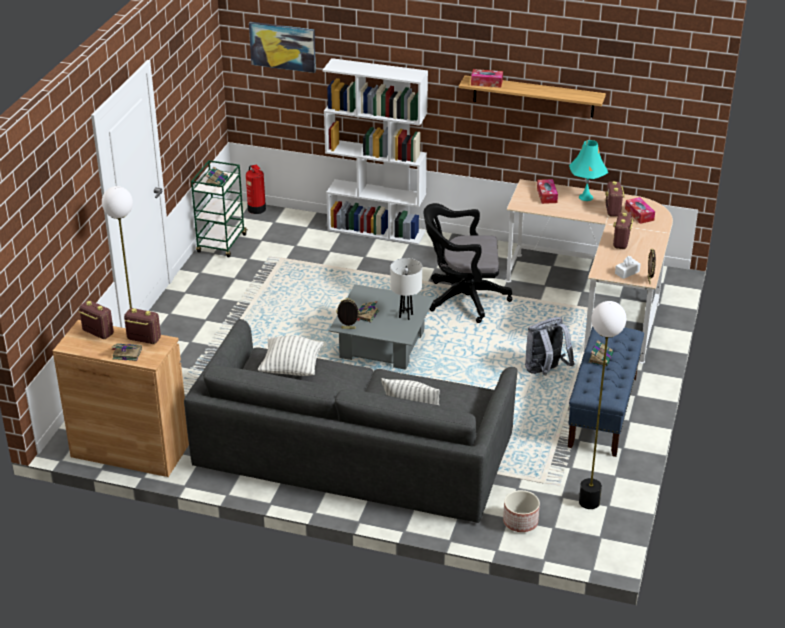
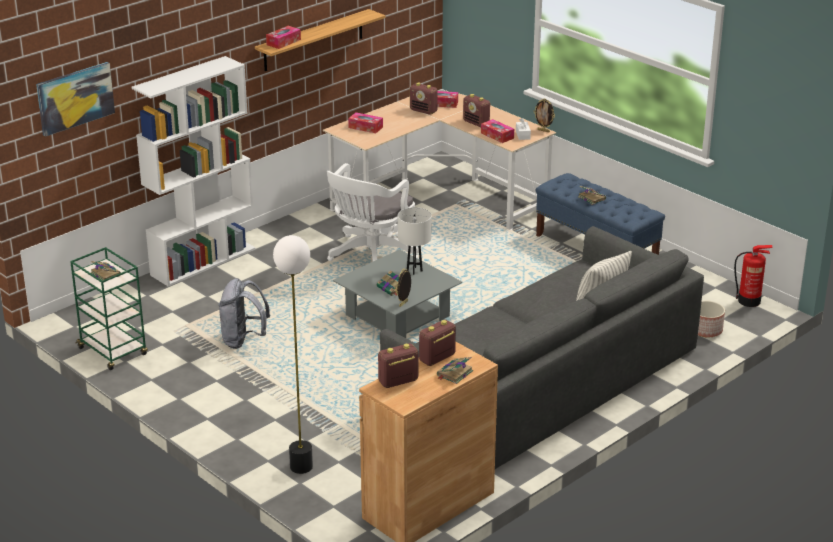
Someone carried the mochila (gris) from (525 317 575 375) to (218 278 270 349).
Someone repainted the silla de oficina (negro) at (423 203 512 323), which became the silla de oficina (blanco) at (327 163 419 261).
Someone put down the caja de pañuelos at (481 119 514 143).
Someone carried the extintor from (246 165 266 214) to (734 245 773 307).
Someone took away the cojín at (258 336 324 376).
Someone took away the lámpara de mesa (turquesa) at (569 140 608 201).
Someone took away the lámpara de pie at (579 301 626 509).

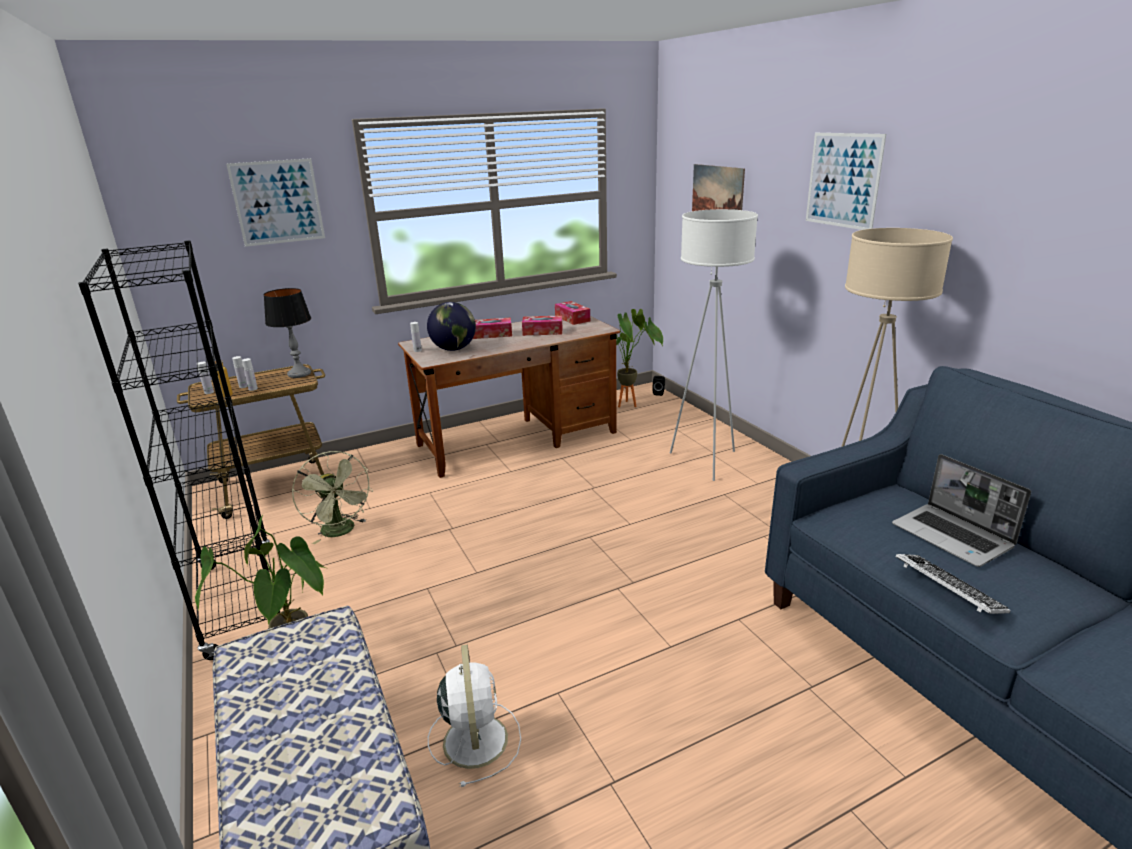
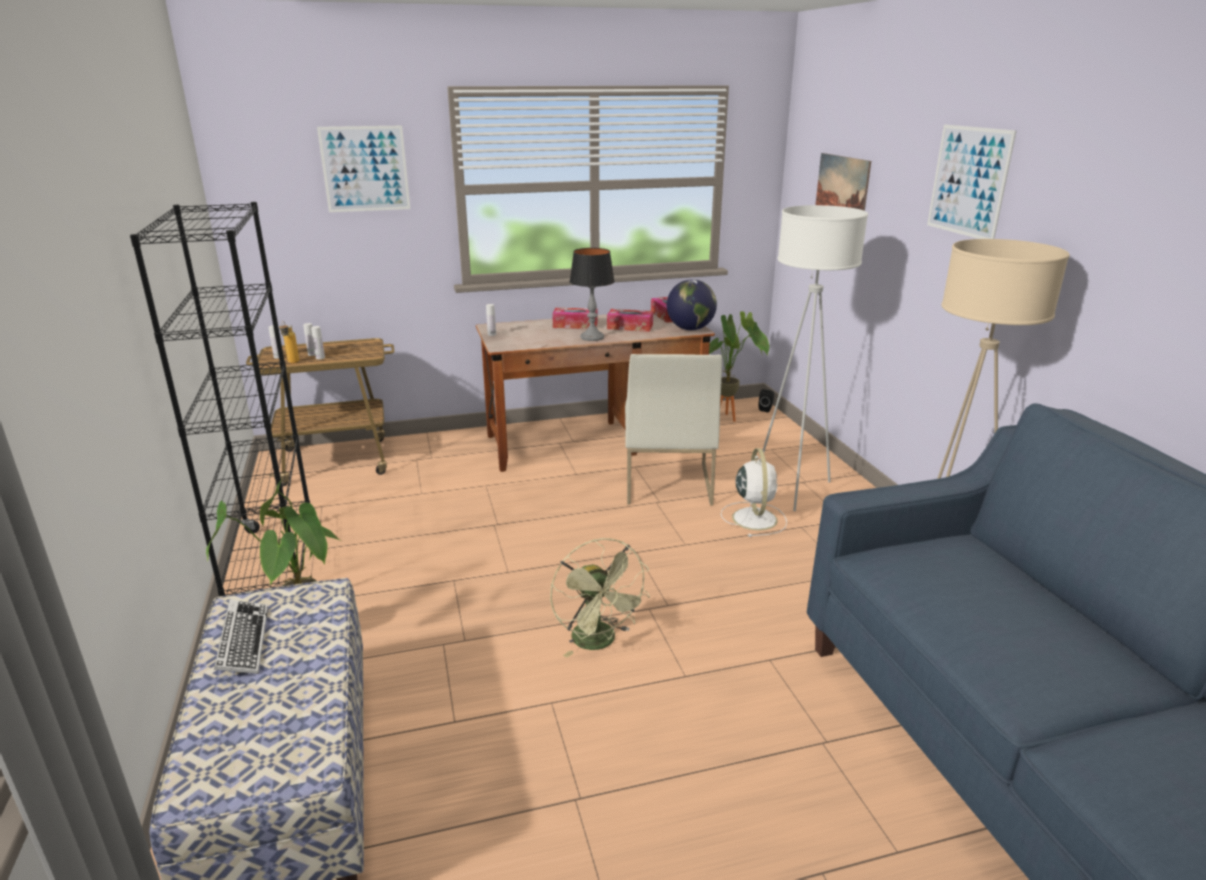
Someone carried the teclado from (895 554 1011 614) to (214 599 268 674).
Someone carried the ventilador (verde) from (292 451 373 545) to (550 538 650 658).
Someone carried the lámpara de mesa from (263 288 311 378) to (570 248 615 341).
Someone put down the silla (blanco) at (625 354 722 506).
Someone carried the globo terráqueo from (427 302 476 351) to (667 279 717 330).
Someone carried the ventilador (blanco) from (428 644 521 787) to (721 448 787 537).
Someone took away the portátil at (892 454 1031 567).

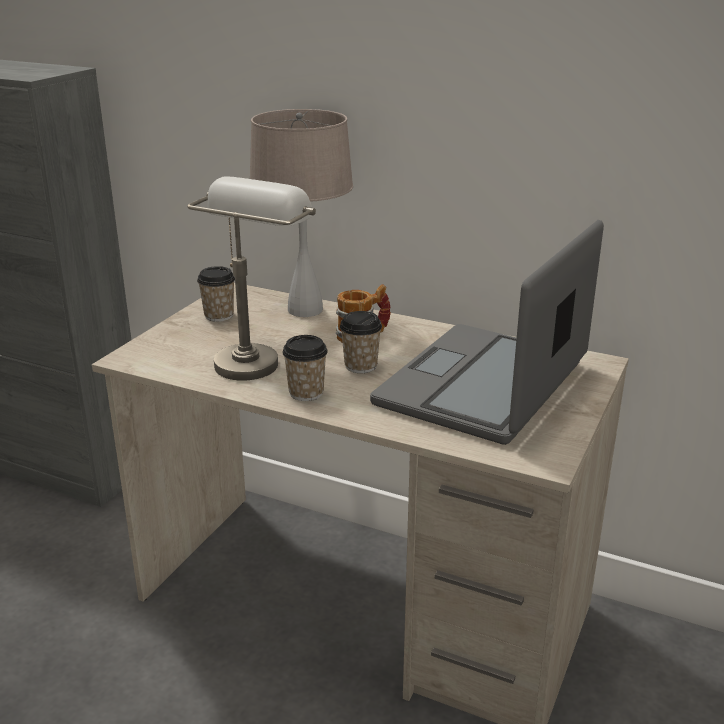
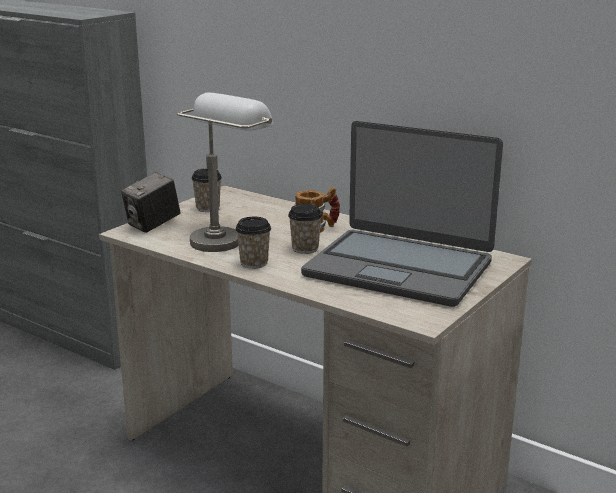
Someone put down the cámara at (121 172 180 233).
Someone rotated the portátil at (370 220 604 445) by 105 degrees counterclockwise.
Someone took away the lámpara de mesa (beis) at (250 109 353 317).

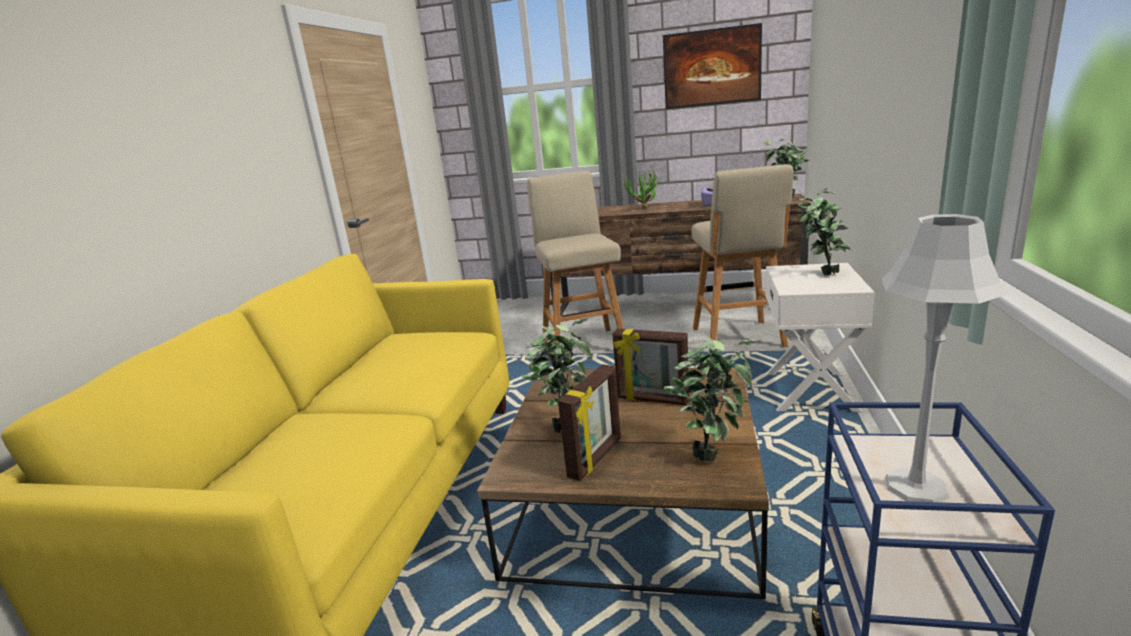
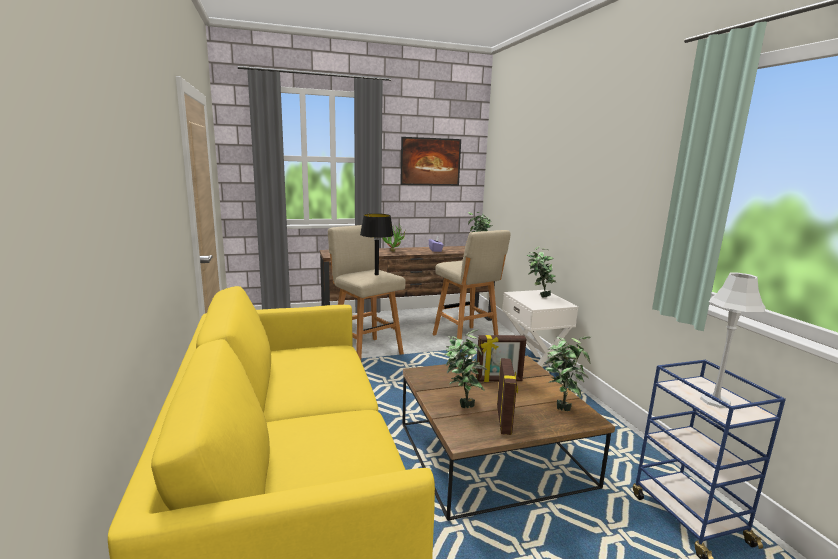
Someone put down the lámpara de mesa (negro) at (360 214 394 275).

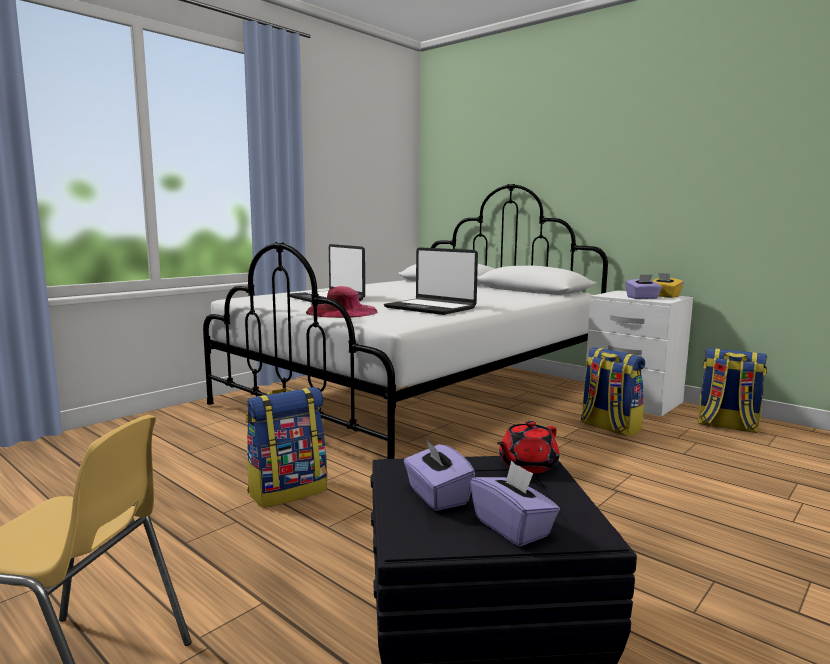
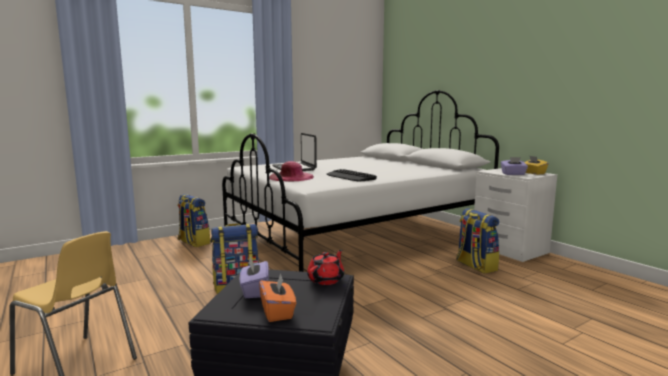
Someone carried the mochila from (698 348 767 433) to (177 194 210 247).
Someone repainted the caja de pañuelos (morado) at (470 461 560 546), which became the caja de pañuelos (naranja) at (259 273 296 322).
Someone rotated the tetera (rojo) at (497 420 559 473) by 150 degrees clockwise.
Someone swapped the portátil at (384 247 478 315) for the teclado at (327 169 377 182).

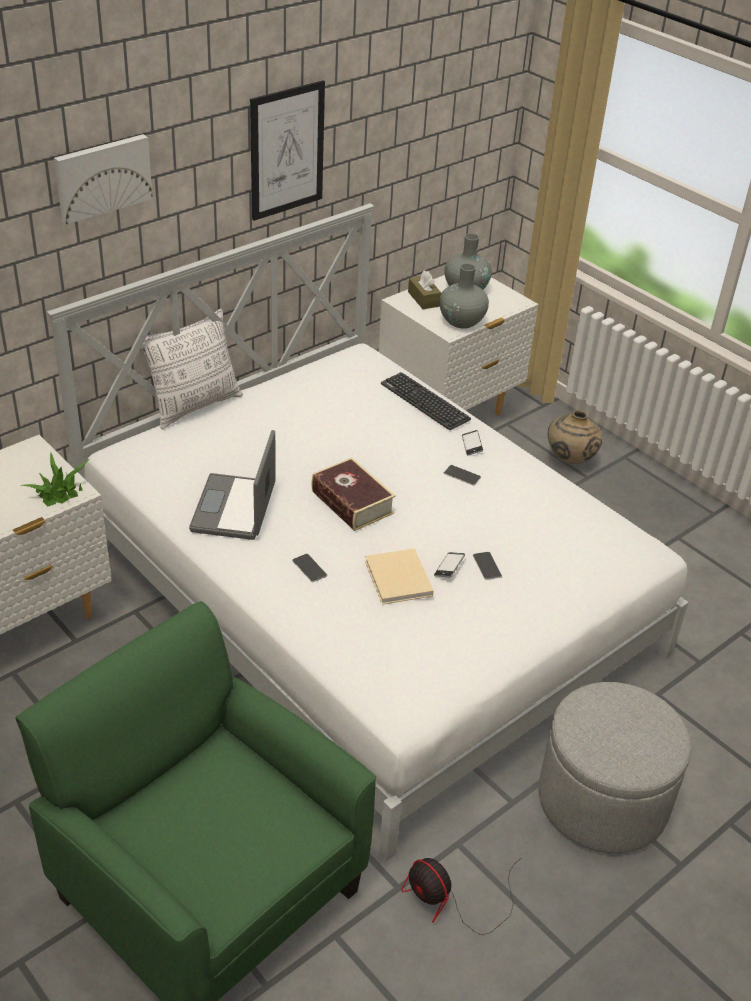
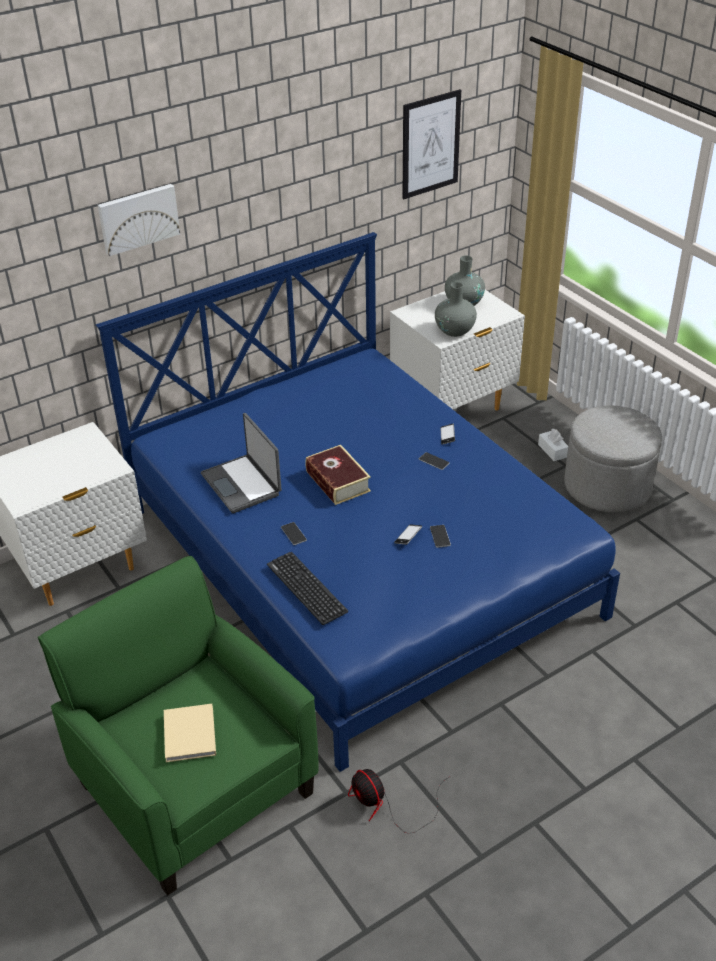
Someone repainted the cama (blanco) at (47 203 689 861), which became the cama (azul) at (96 232 620 772).
Someone carried the libro (beis) from (365 548 434 605) to (164 704 216 762).
Someone rotated the portátil at (189 430 276 540) by 45 degrees counterclockwise.
Someone carried the teclado from (381 372 471 430) to (267 552 348 625).
Someone carried the cuadro from (250 80 325 221) to (403 89 461 199).
Someone swapped the florero (beis) at (548 410 602 464) for the caja de pañuelos (blanco) at (538 429 568 461).
Someone carried the puf (gris) from (538 682 691 854) to (564 405 662 513).
Someone took away the planta en maceta at (21 453 90 507).
Someone took away the cojín at (141 309 243 429).
Someone took away the caja de pañuelos (marrón) at (408 271 441 309).

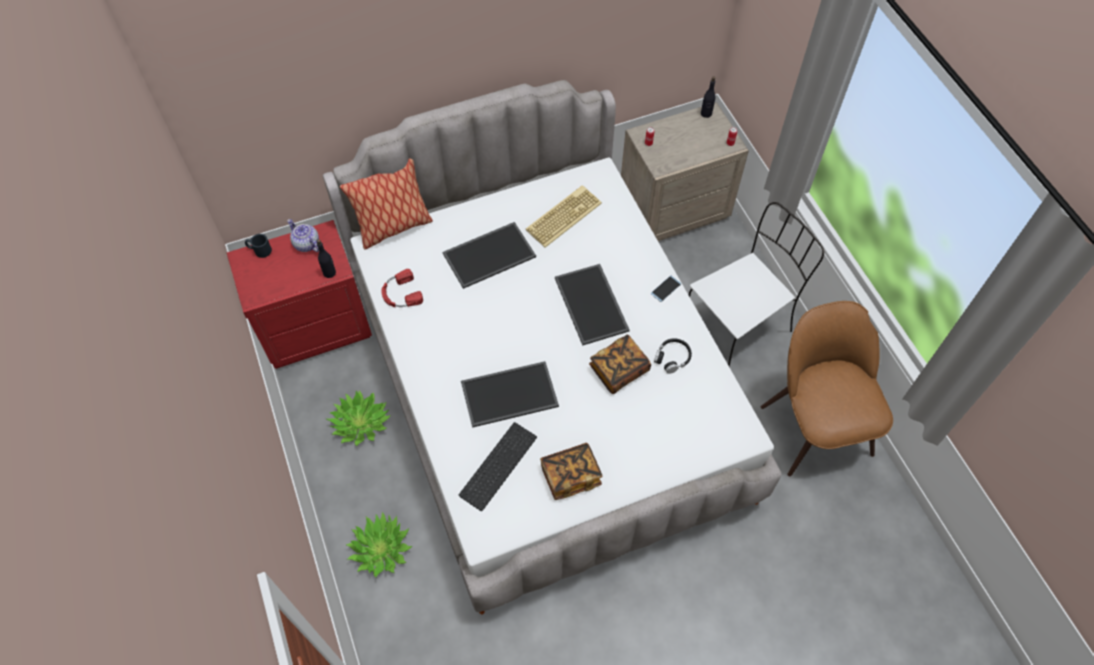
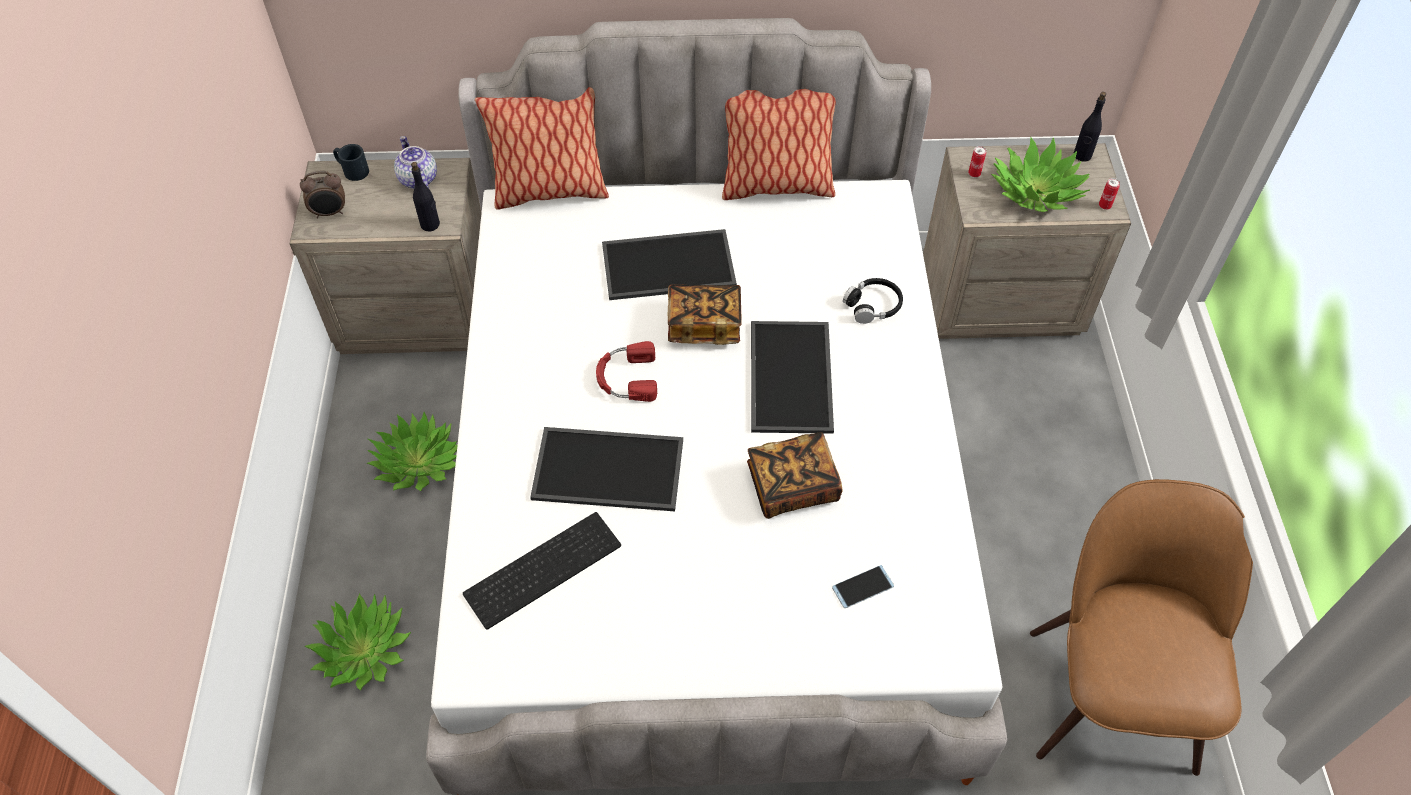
Someone repainted the mesita de noche (rojo) at (226 220 372 369), which became the mesita de noche (beis) at (289 158 482 354).
Someone put down the despertador at (300 171 345 218).
Someone carried the auriculares (rojo) from (382 269 423 307) to (596 341 657 402).
Someone carried the libro from (540 443 602 500) to (667 285 742 345).
Someone put down the cojín at (722 89 836 200).
Someone carried the móvil from (651 275 681 302) to (832 565 894 608).
Someone carried the auriculares (negro) from (654 338 692 374) to (843 278 903 324).
Someone put down the planta en maceta at (991 137 1090 212).
Someone took away the teclado at (526 185 602 248).
Someone took away the silla (blanco) at (689 202 824 367).

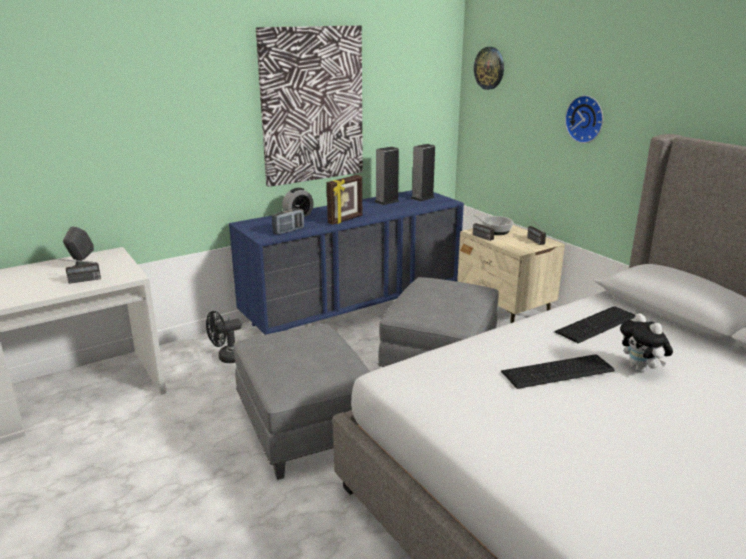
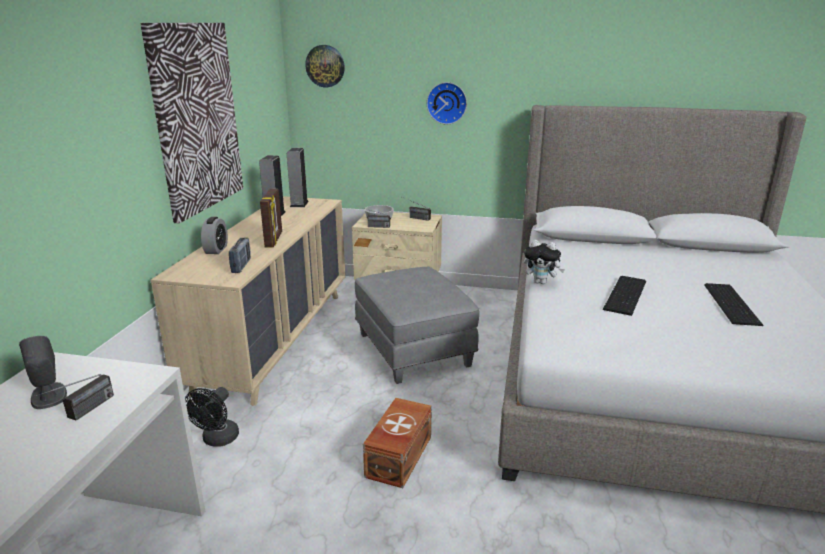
Someone repainted the cómoda (azul) at (229 190 464 335), which became the cómoda (beis) at (151 196 345 406).
Someone swapped the puf (gris) at (233 324 370 480) for the caja de almacenaje (marrón) at (363 398 432 488).
Someone carried the peluche from (620 313 673 373) to (524 240 565 284).
Someone carried the teclado from (555 306 636 343) to (704 283 764 326).

